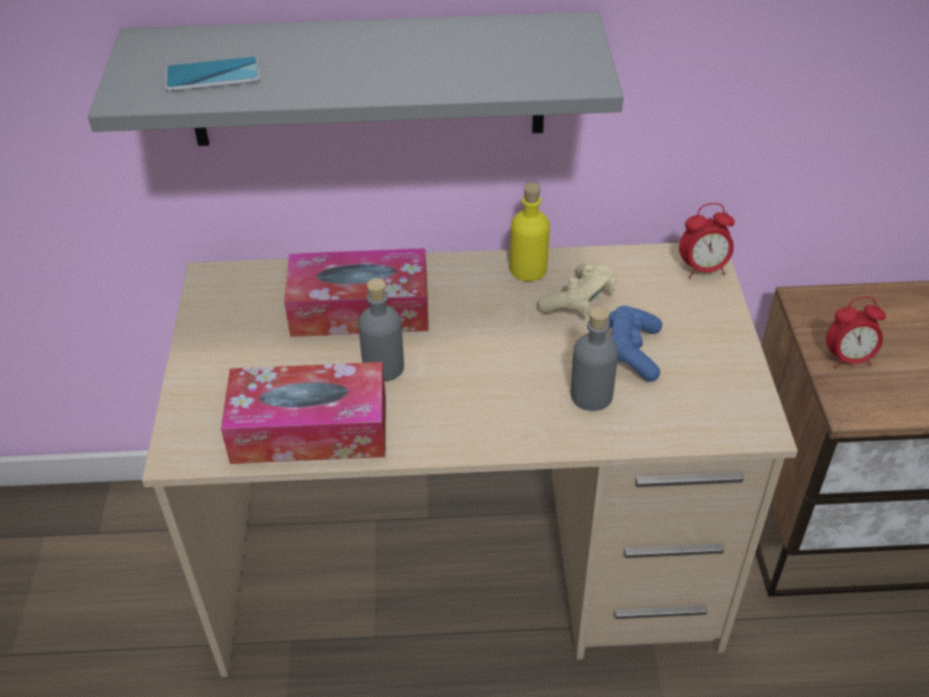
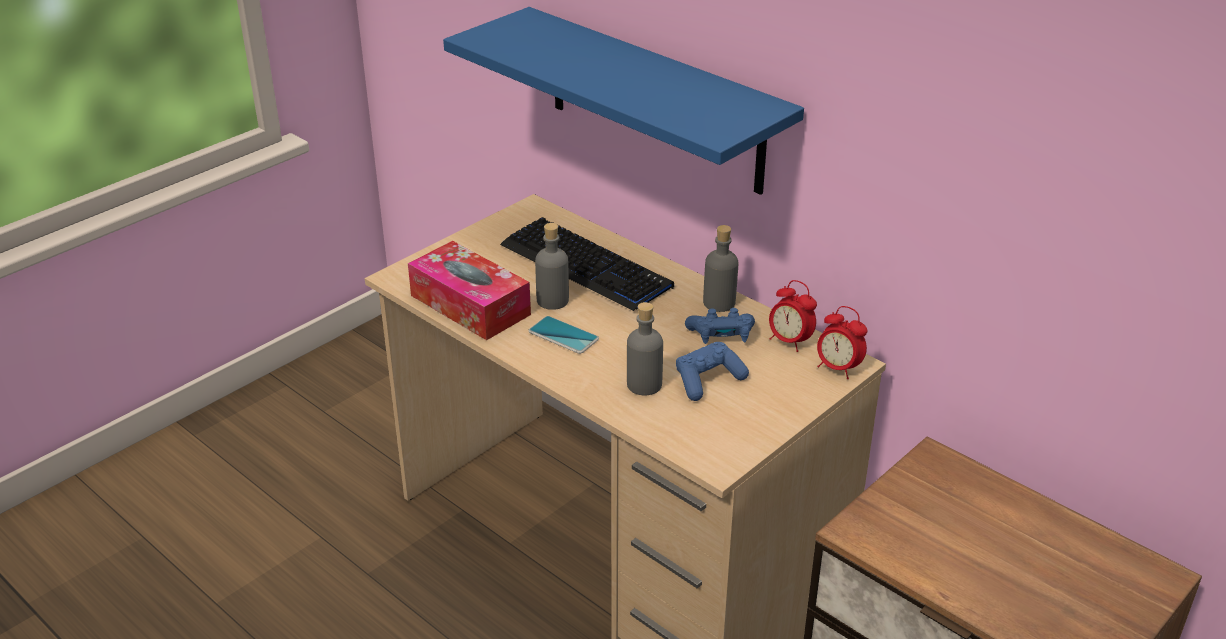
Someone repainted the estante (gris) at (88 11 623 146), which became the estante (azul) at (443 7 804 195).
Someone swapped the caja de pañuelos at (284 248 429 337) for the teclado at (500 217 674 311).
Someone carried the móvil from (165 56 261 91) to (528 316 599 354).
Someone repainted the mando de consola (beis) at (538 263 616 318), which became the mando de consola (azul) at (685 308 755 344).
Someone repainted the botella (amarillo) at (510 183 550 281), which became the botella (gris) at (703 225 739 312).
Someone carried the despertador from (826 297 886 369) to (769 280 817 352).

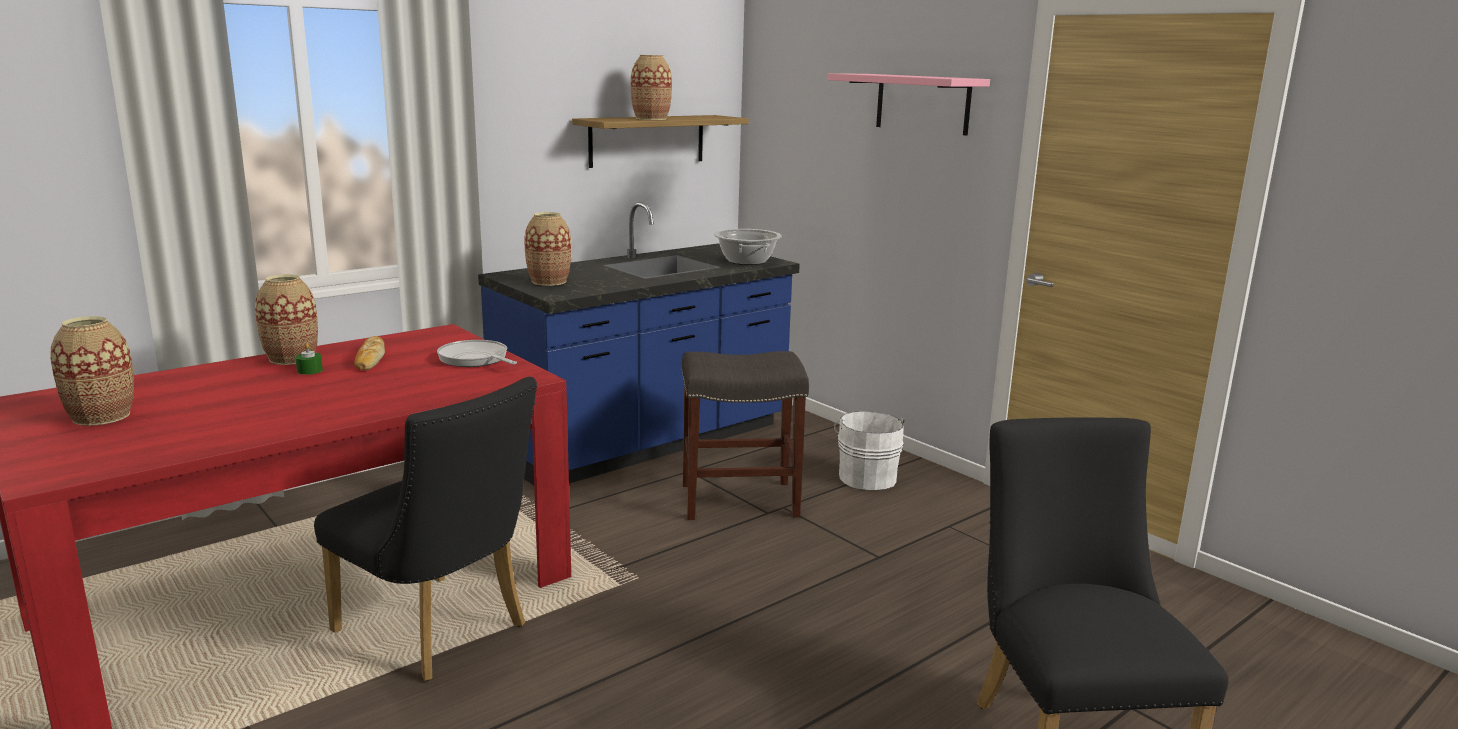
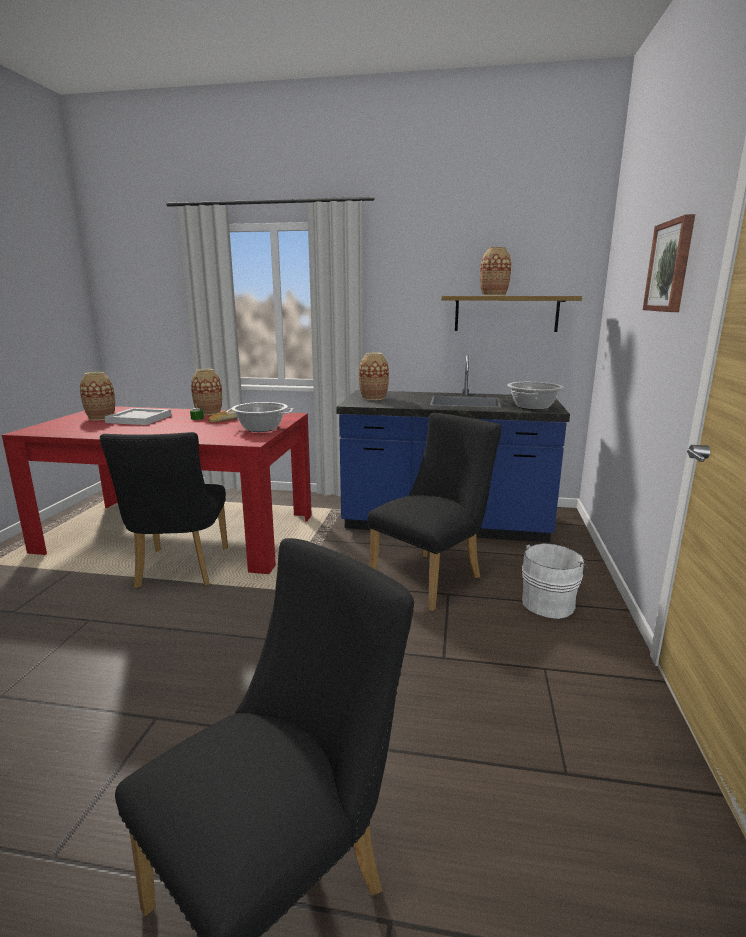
Someone put down the bandeja (blanco) at (105 408 172 425).
Someone swapped the sartén at (437 340 517 367) for the olla at (226 402 293 432).
Someone swapped the taburete (gris) at (682 351 809 520) for the silla (negro) at (367 413 502 611).
Someone swapped the estante (rosa) at (828 73 990 136) for the cuadro at (643 214 695 312).

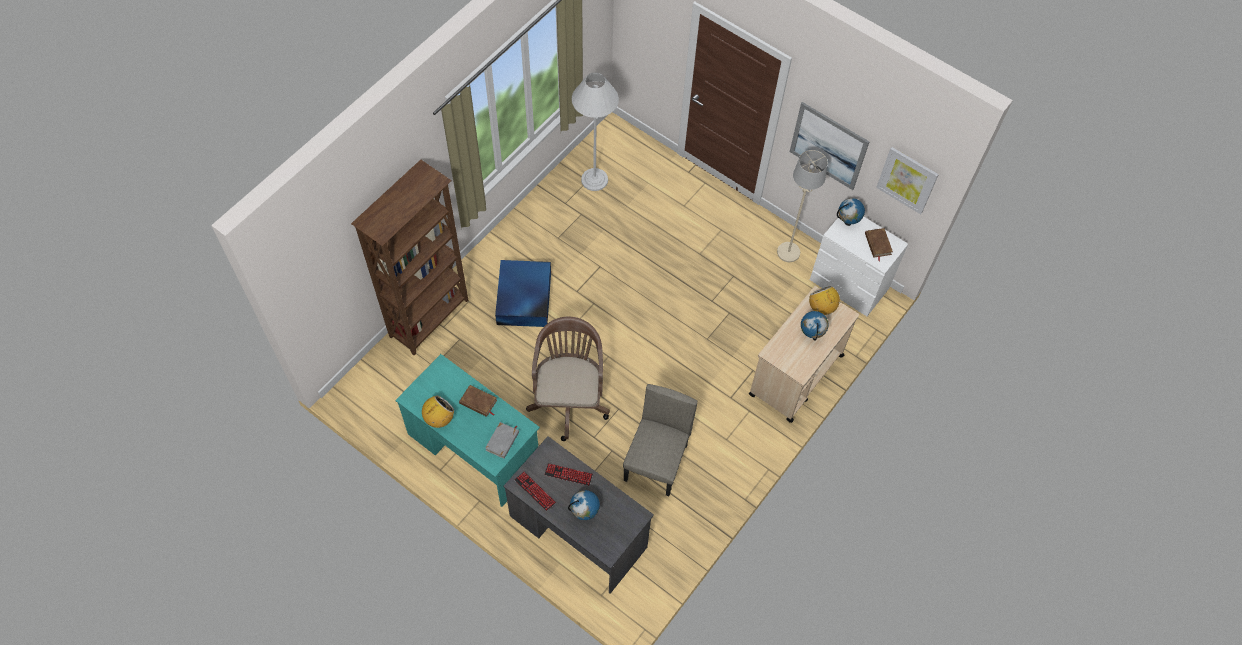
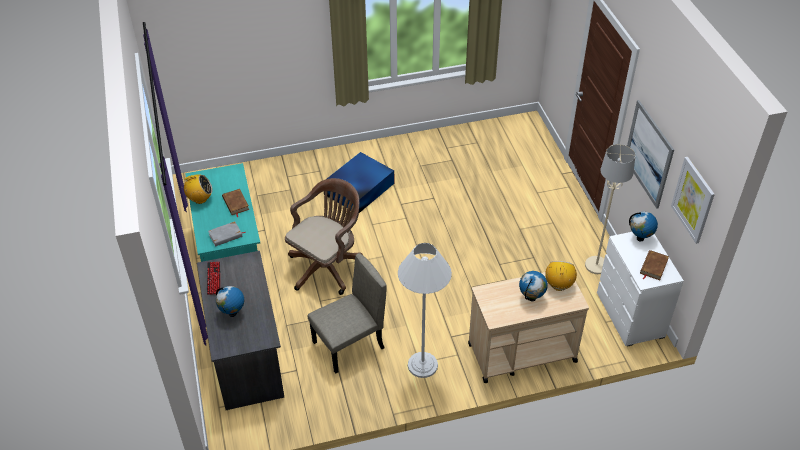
Someone carried the lámpara de pie (blanco) from (572 73 619 191) to (398 243 452 378).
Someone took away the estantería (marrón) at (351 160 469 355).
Someone took away the teclado at (544 463 593 486).

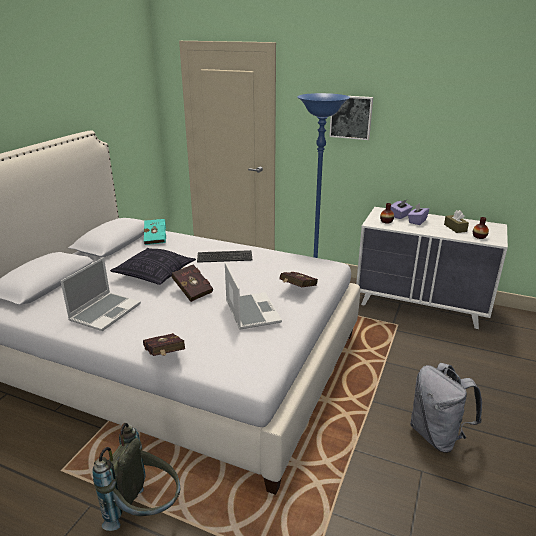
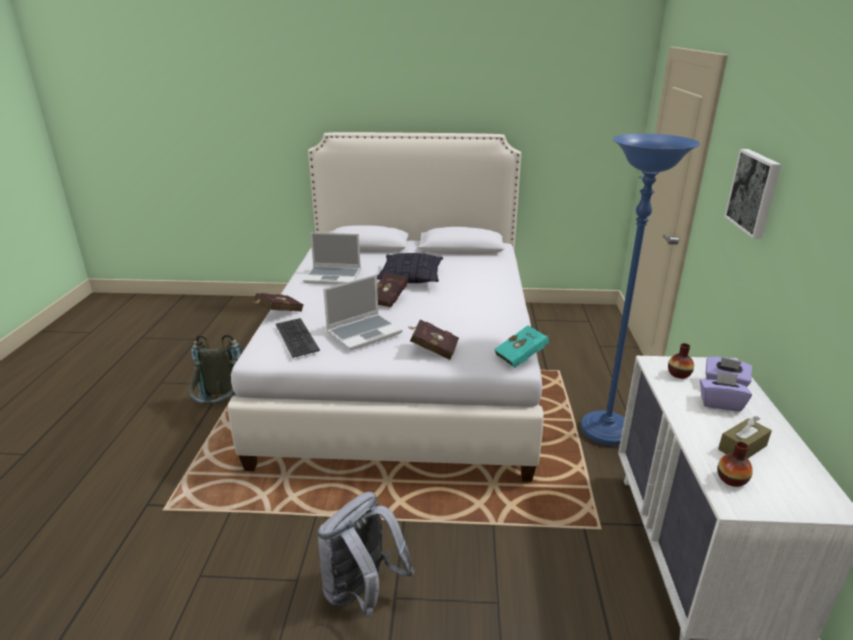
Someone carried the teclado from (197 250 253 263) to (276 318 320 358).
Someone carried the libro (turquesa) from (144 219 166 245) to (494 325 550 368).

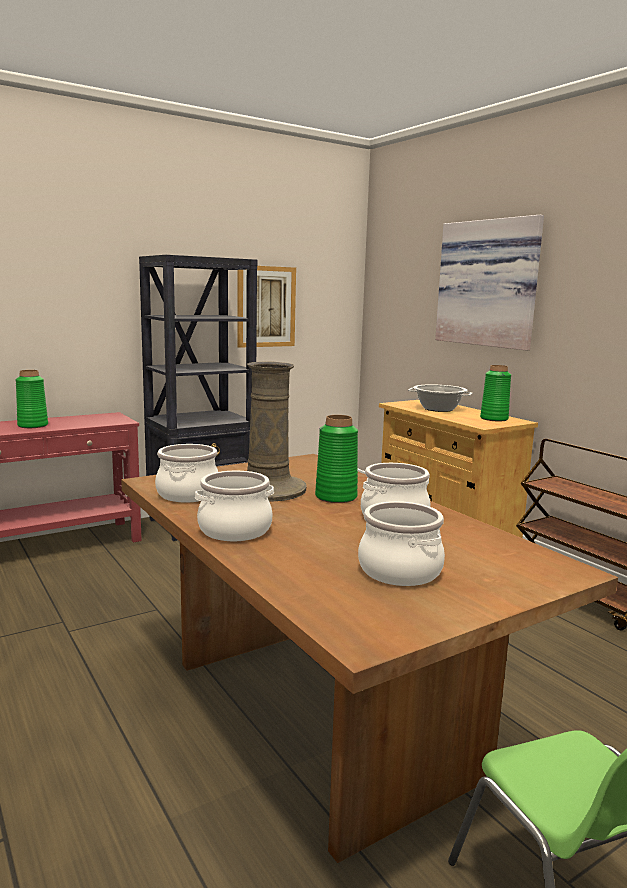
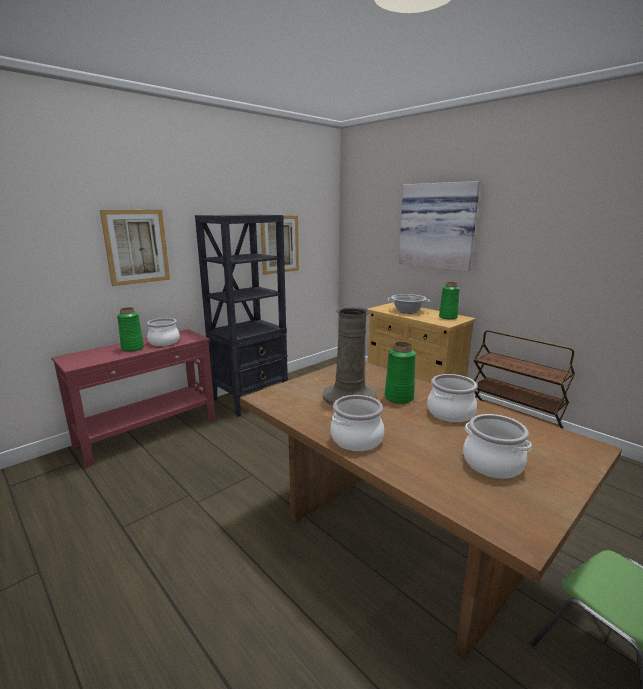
Someone put up the cuadro at (100 210 170 286).
Someone carried the olla from (155 444 218 502) to (147 318 180 346).

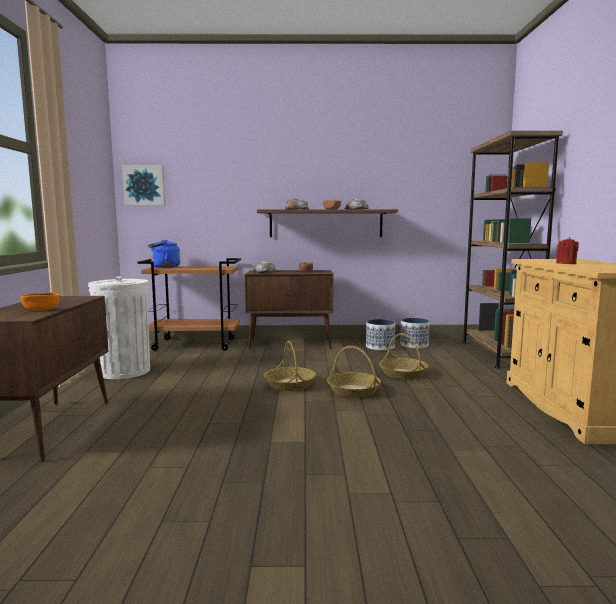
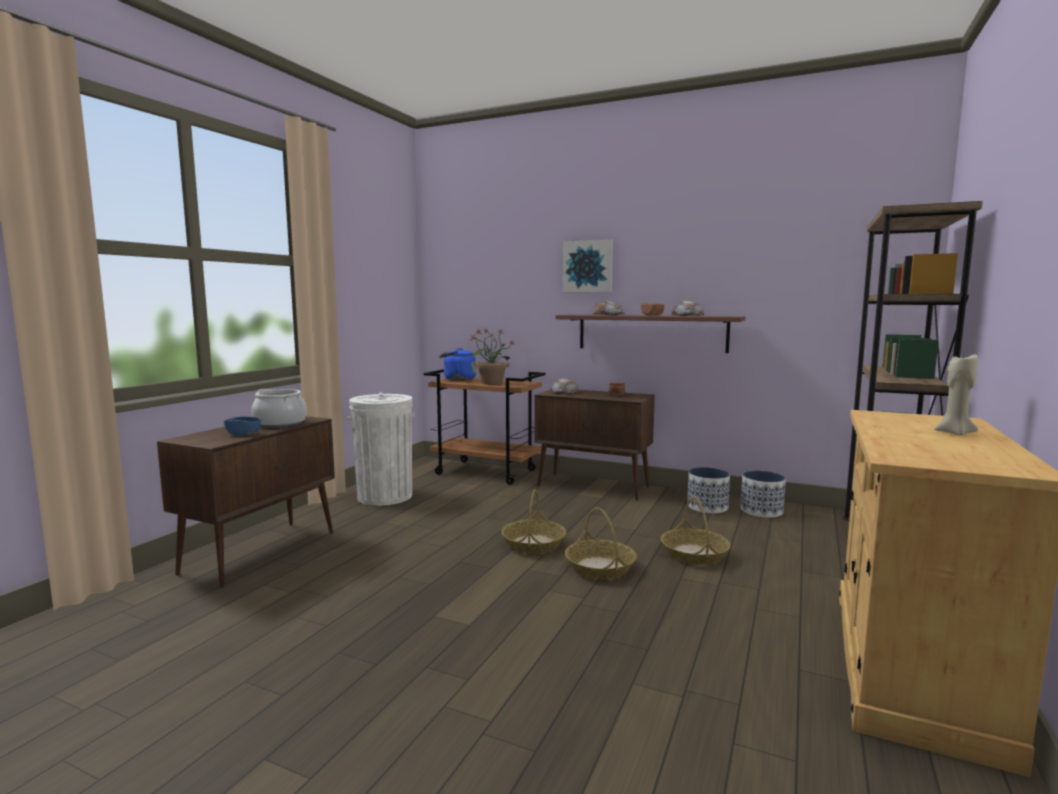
Someone repainted the cuenco (naranja) at (20 293 60 311), which became the cuenco (azul) at (224 416 261 436).
Someone put down the olla at (252 389 307 428).
Someone put down the planta en maceta at (467 329 514 385).
Someone carried the cuadro from (122 165 165 206) to (563 240 613 292).
Someone put down the vela (beis) at (935 353 978 436).
Someone took away the vela (rojo) at (556 237 579 264).

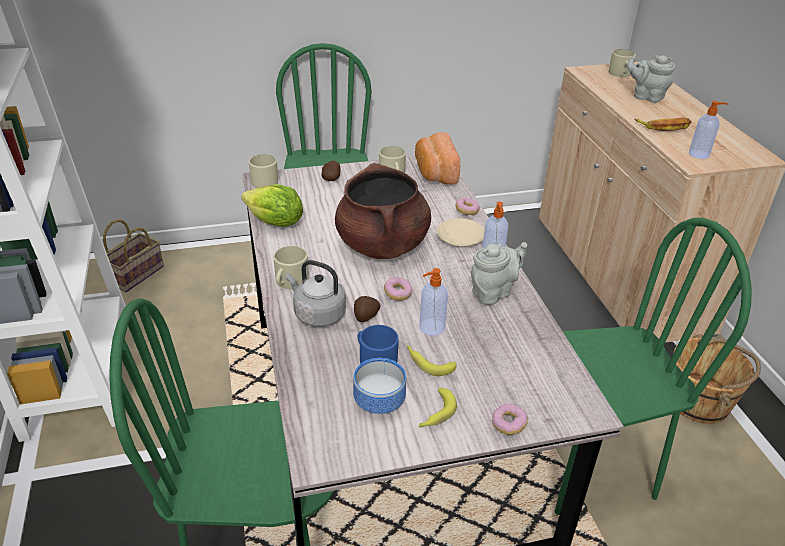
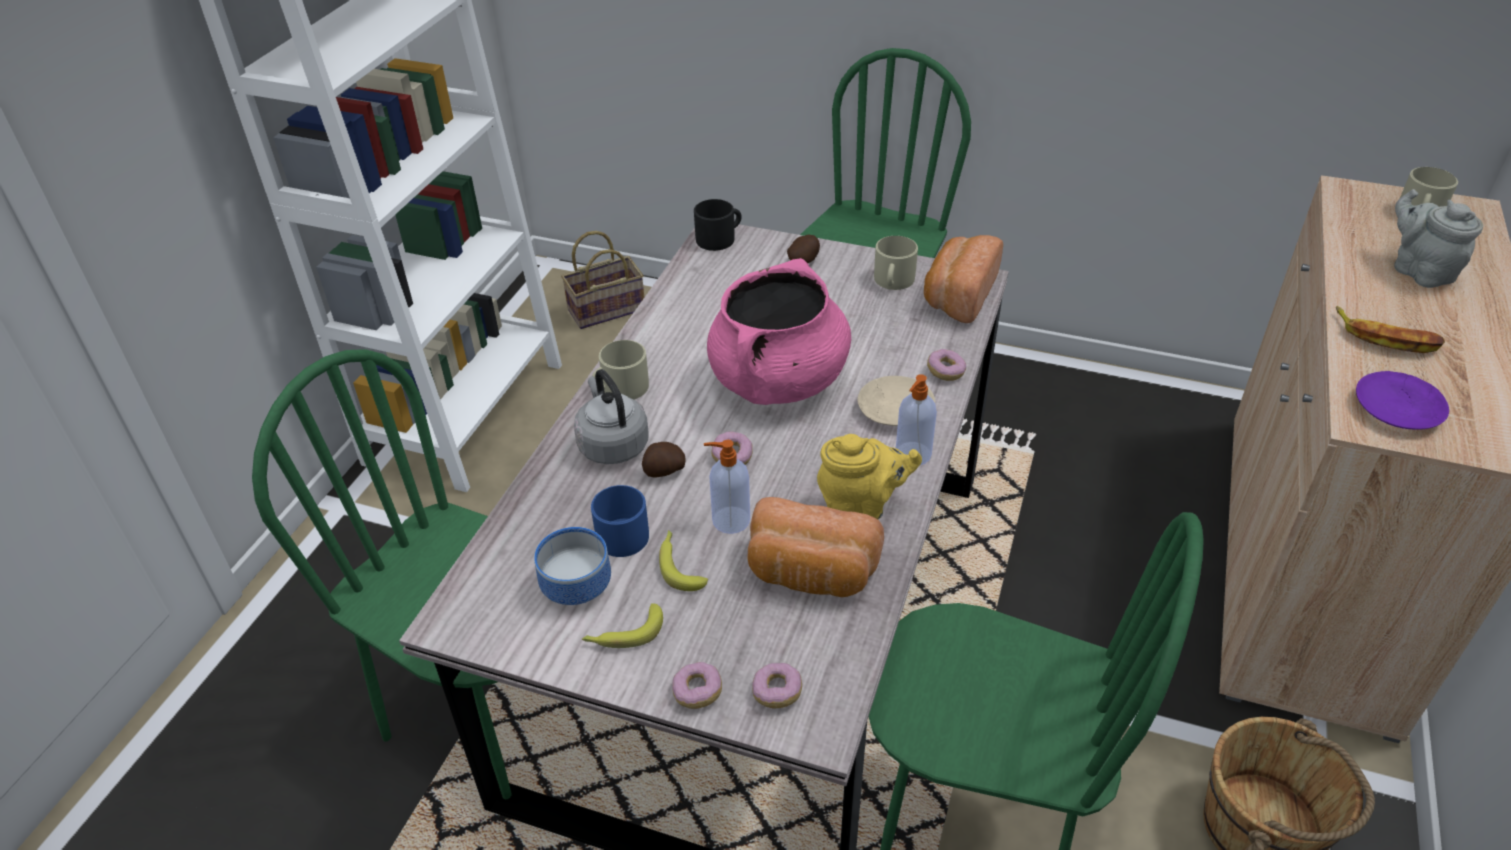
Someone repainted the taza grande (beis) at (249 154 278 188), which became the taza grande (negro) at (694 199 742 251).
Someone repainted the olla (marrón) at (335 163 431 259), which became the olla (rosa) at (707 258 851 405).
Someone put down the pan at (748 497 884 597).
Someone put down the rosquilla at (752 663 802 709).
Someone repainted the tetera (gris) at (471 242 527 305), which became the tetera (amarillo) at (817 434 922 519).
Someone swapped the dispensador de jabón at (689 101 728 159) for the plato (morado) at (1356 371 1449 430).
Someone took away the lechuga at (241 184 303 227).

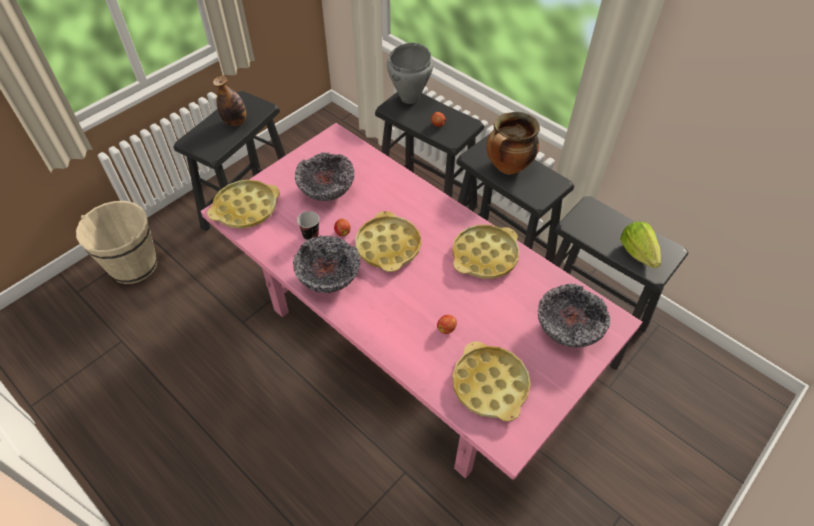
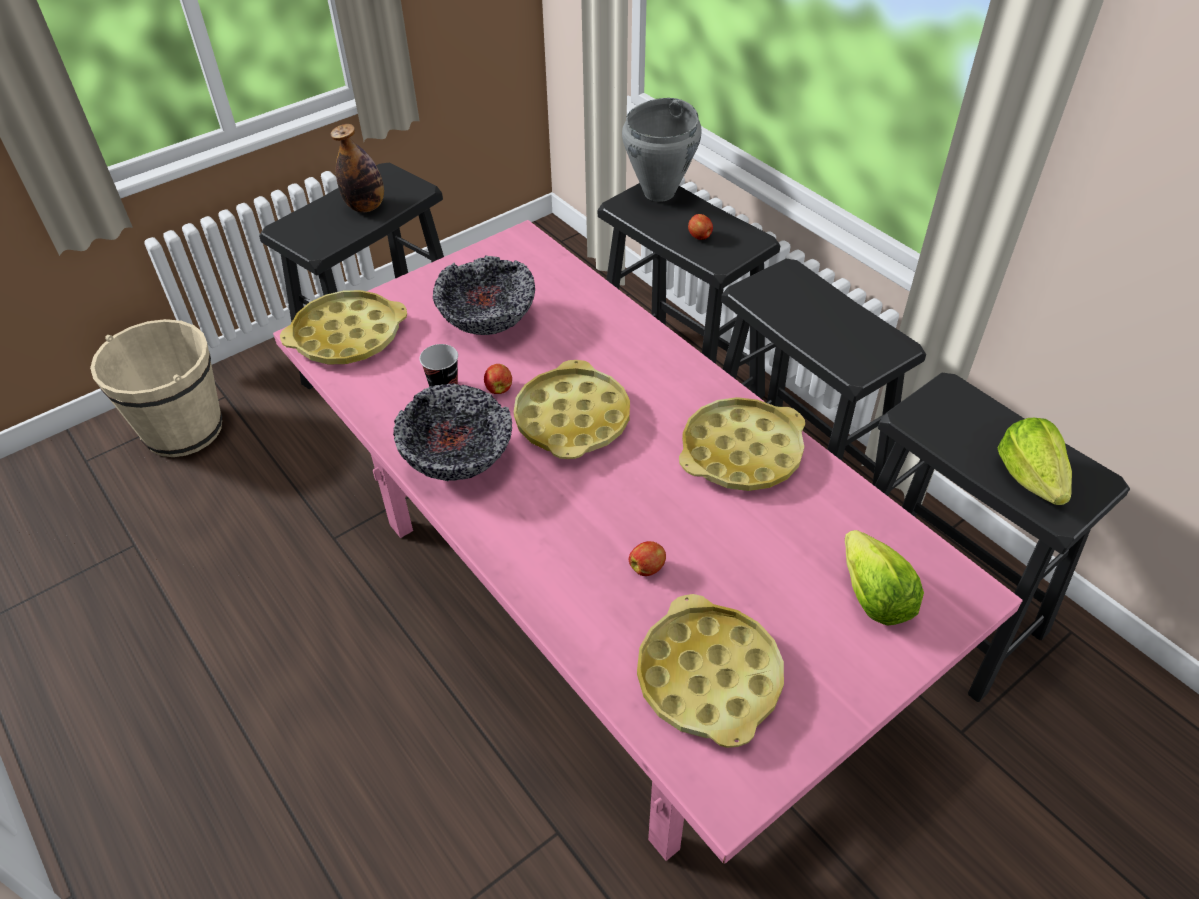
Someone swapped the cuenco at (538 284 610 348) for the lechuga at (845 530 924 626).
Someone took away the olla at (486 112 540 174).

